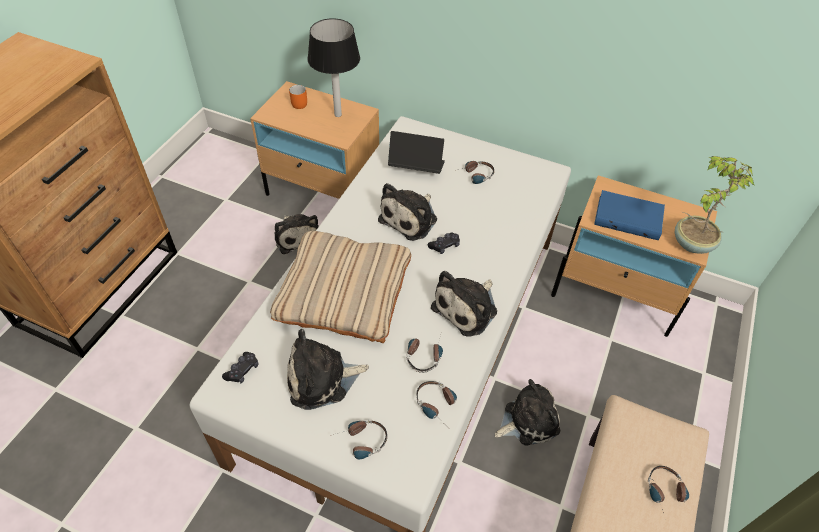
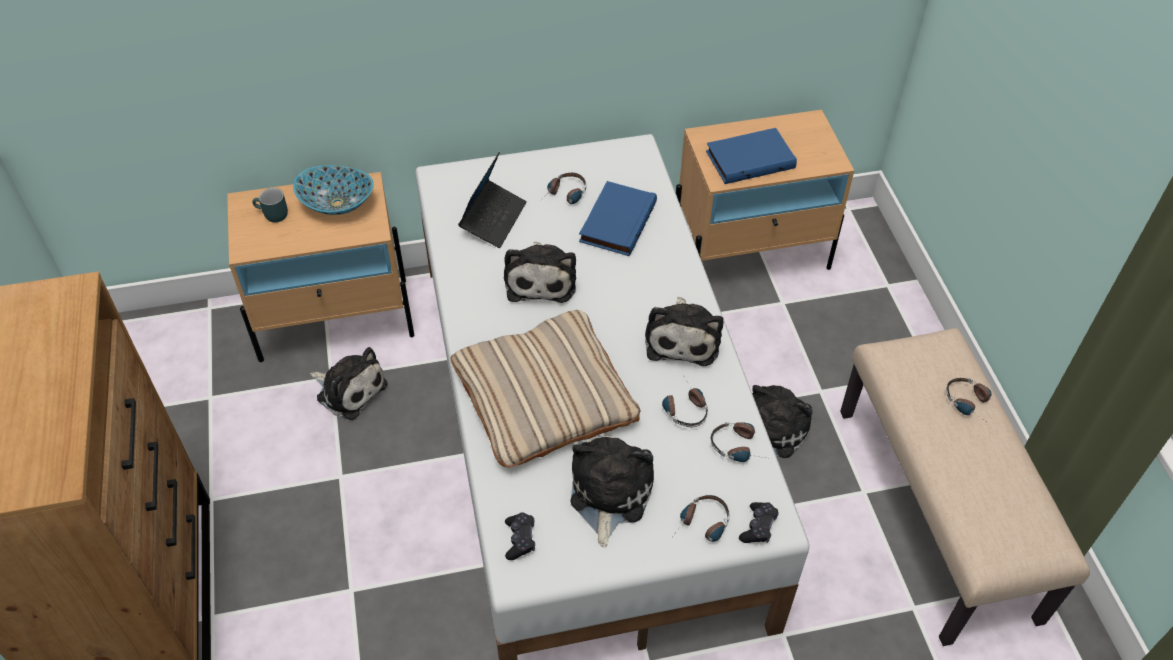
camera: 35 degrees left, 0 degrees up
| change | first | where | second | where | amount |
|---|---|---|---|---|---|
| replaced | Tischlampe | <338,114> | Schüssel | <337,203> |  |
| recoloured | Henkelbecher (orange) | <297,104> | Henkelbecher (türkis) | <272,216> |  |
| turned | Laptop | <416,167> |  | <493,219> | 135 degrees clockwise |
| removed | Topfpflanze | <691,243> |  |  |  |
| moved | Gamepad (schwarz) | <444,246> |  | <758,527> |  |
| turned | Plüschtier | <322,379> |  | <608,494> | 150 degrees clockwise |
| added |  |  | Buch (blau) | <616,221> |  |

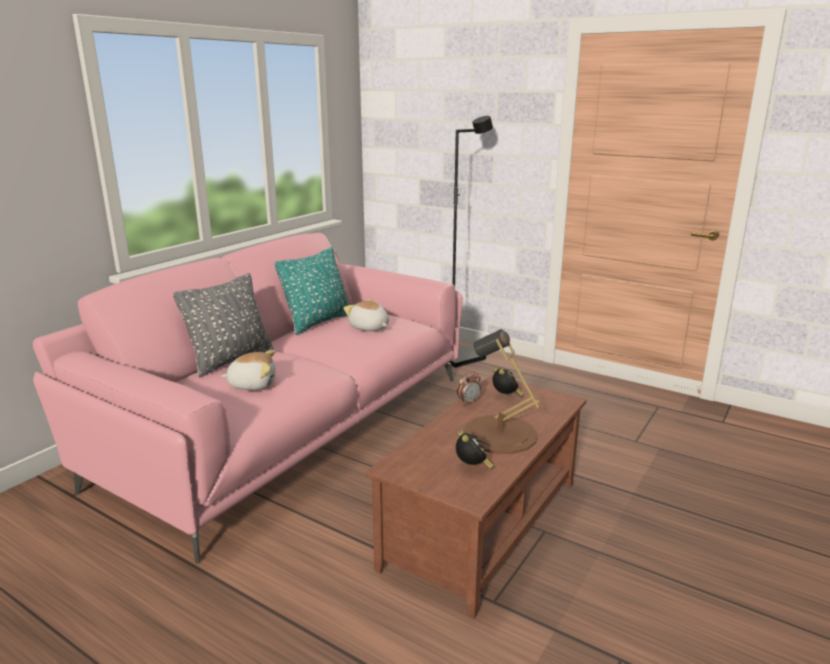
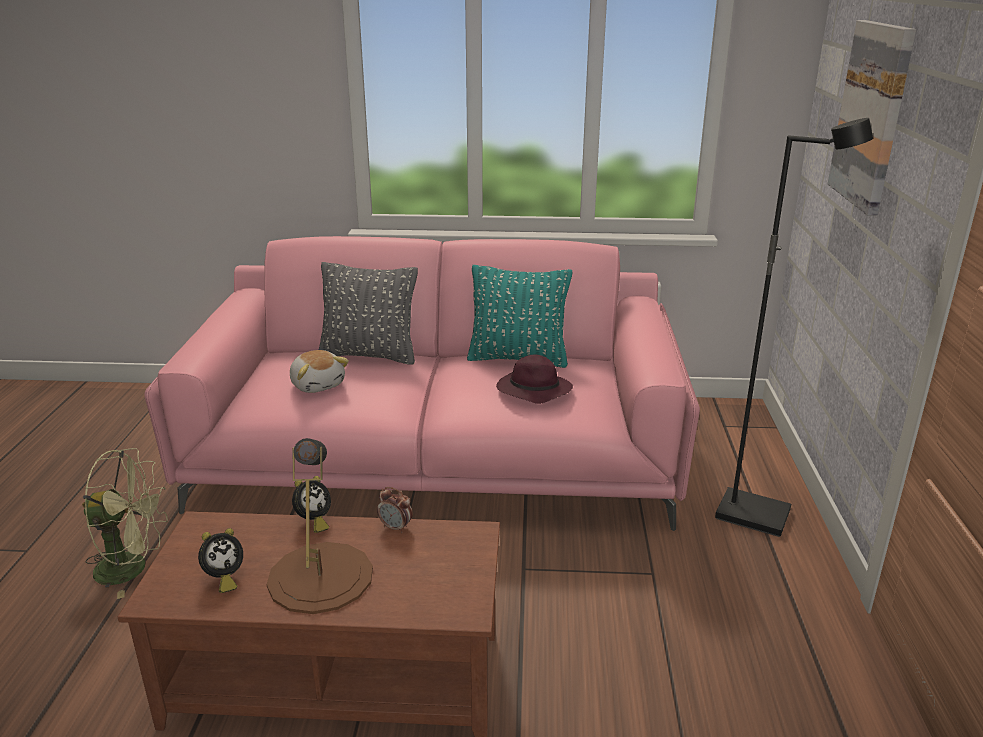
camera: 60 degrees right, 5 degrees up
| change | first | where | second | where | amount |
|---|---|---|---|---|---|
| replaced | Plüschtier | <369,328> | Hut (lila) | <532,391> |  |
| moved | Wecker | <506,397> |  | <313,522> |  |
| added |  |  | Bild | <872,115> |  |
| added |  |  | Ventilator (grün) | <133,568> |  |

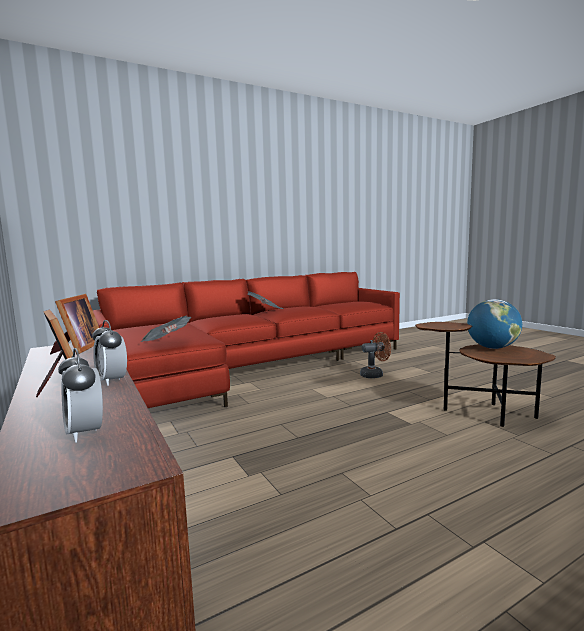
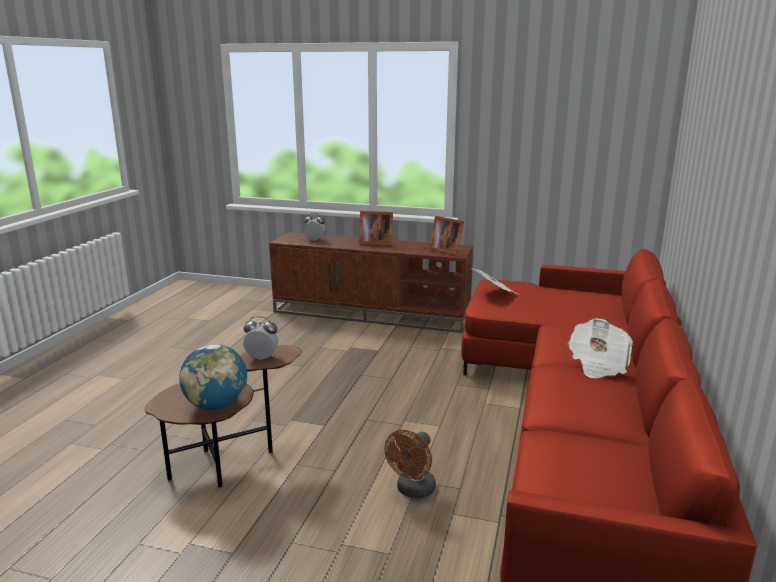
camera: 135 degrees right, 10 degrees up
| change | first | where | second | where | amount |
|---|---|---|---|---|---|
| moved | Wecker | <112,381> |  | <262,358> |  |

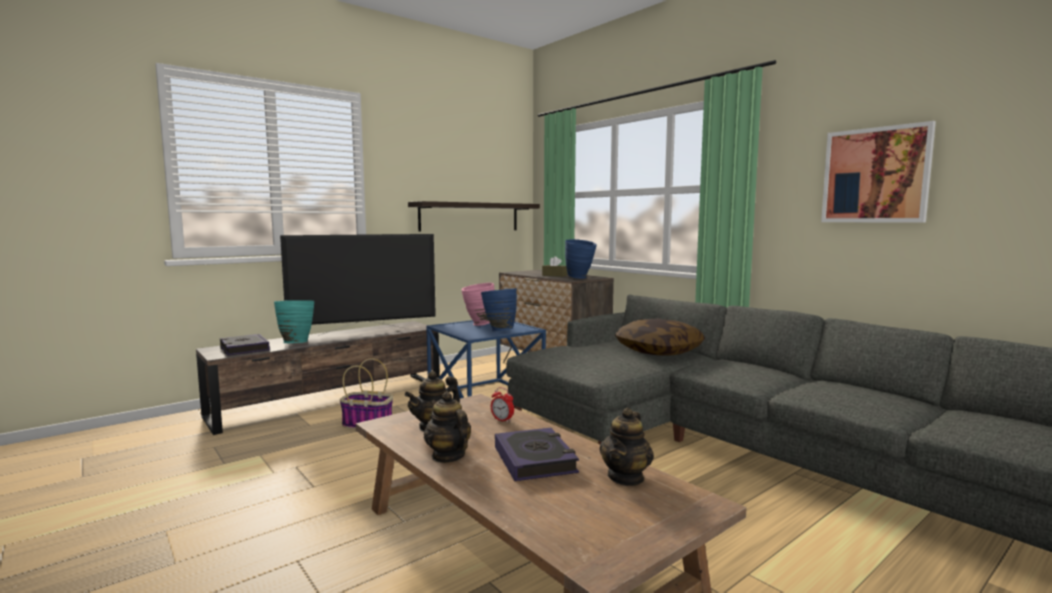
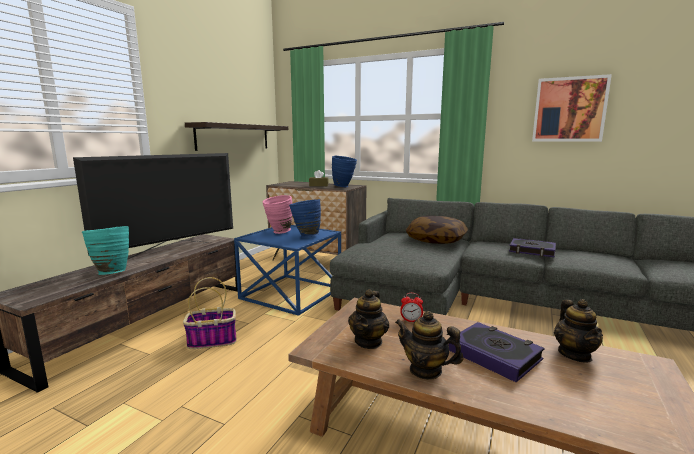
camera: 25 degrees left, 5 degrees up
| change | first | where | second | where | amount |
|---|---|---|---|---|---|
| moved | Buch | <244,349> |  | <532,251> |  |

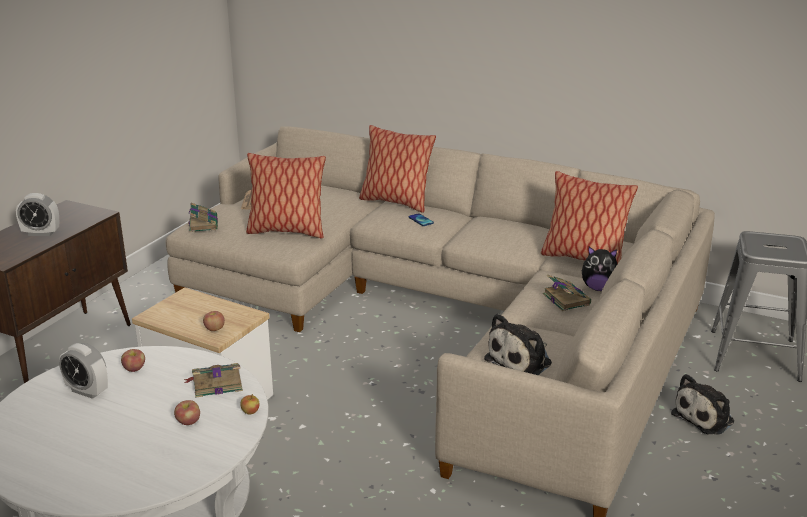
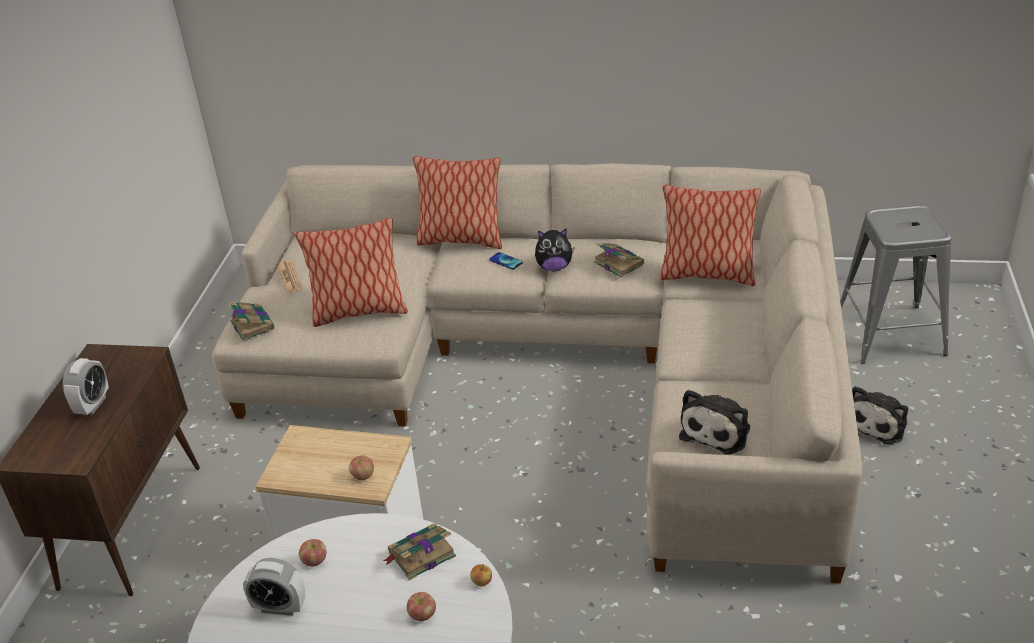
camera: 15 degrees left, 10 degrees up
| change | first | where | second | where | amount |
|---|---|---|---|---|---|
| turned | Wecker | <41,233> |  | <93,405> | 60 degrees counterclockwise |
| moved | Plüschtier | <599,288> |  | <554,267> |  |
| moved | Buch | <565,299> |  | <618,263> |  |

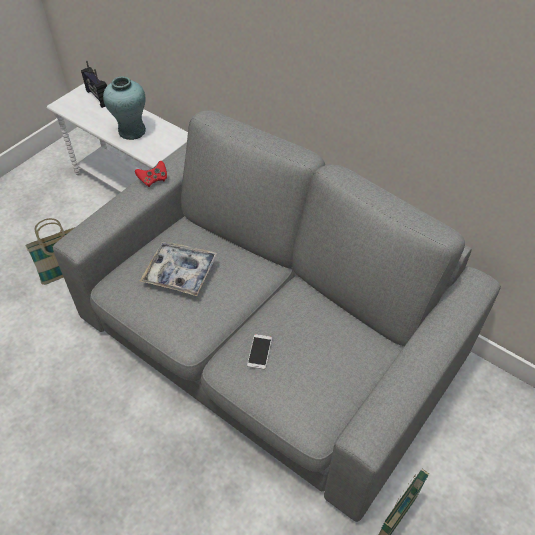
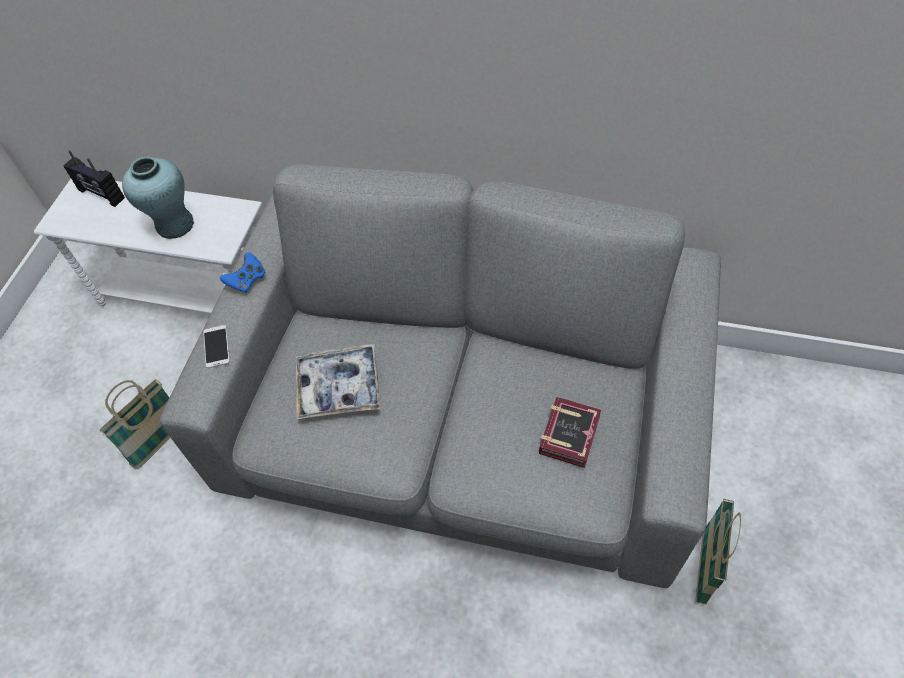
camera: 20 degrees left, 5 degrees up
| change | first | where | second | where | amount |
|---|---|---|---|---|---|
| recoloured | Gamepad (rot) | <153,179> | Gamepad (blau) | <247,281> |  |
| moved | Handy | <259,351> |  | <216,346> |  |
| added |  |  | Buch | <572,433> |  |

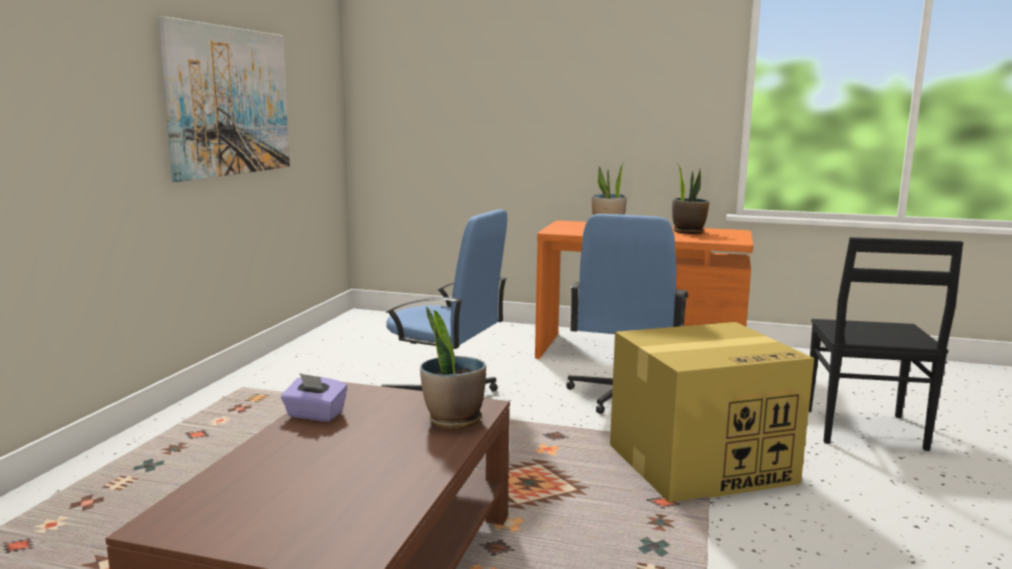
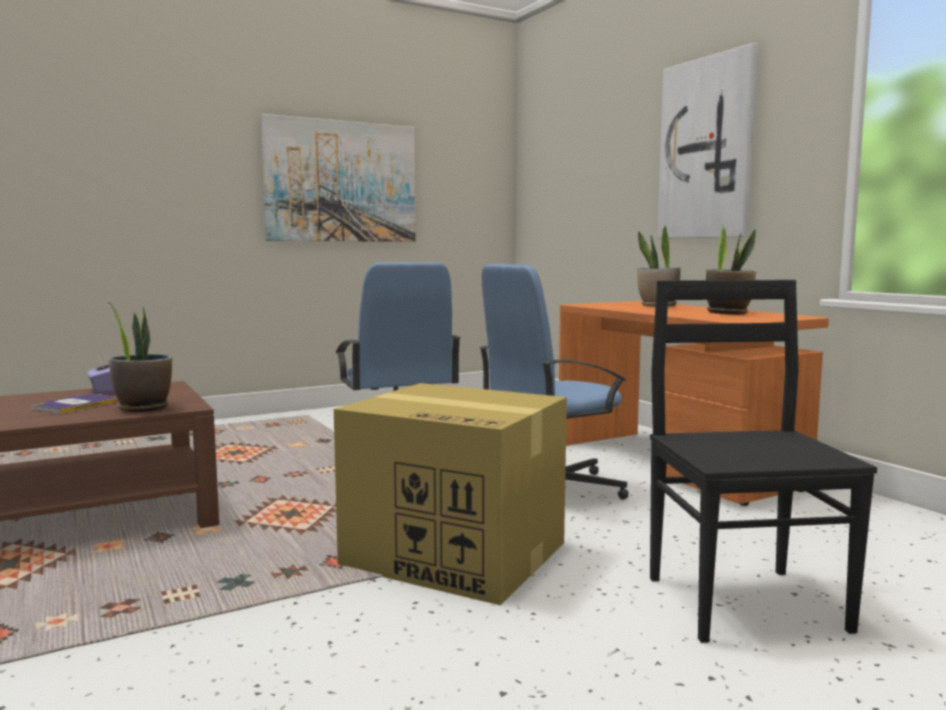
camera: 45 degrees right, 5 degrees down
| change | first | where | second | where | amount |
|---|---|---|---|---|---|
| turned | Stuhl (schwarz) | <864,431> |  | <743,601> | 120 degrees clockwise |
| added |  |  | Bild | <707,149> |  |
| added |  |  | Buch | <75,405> |  |

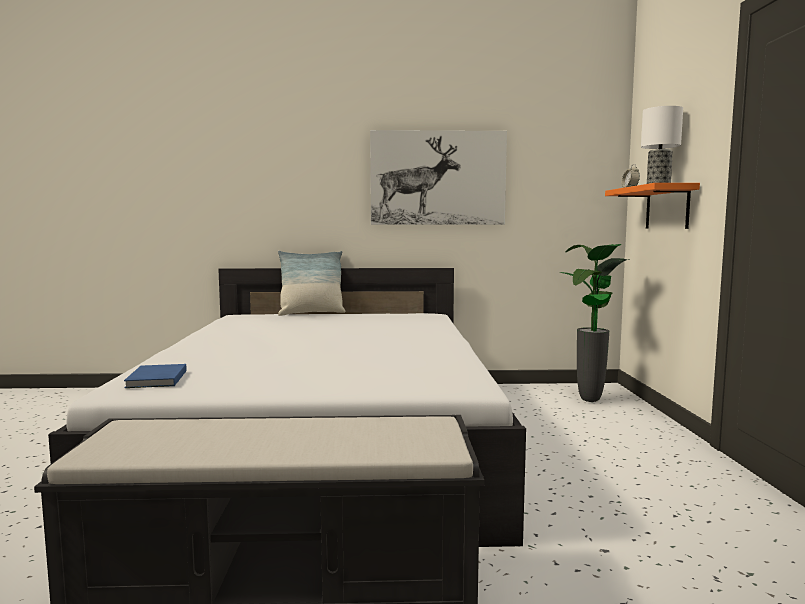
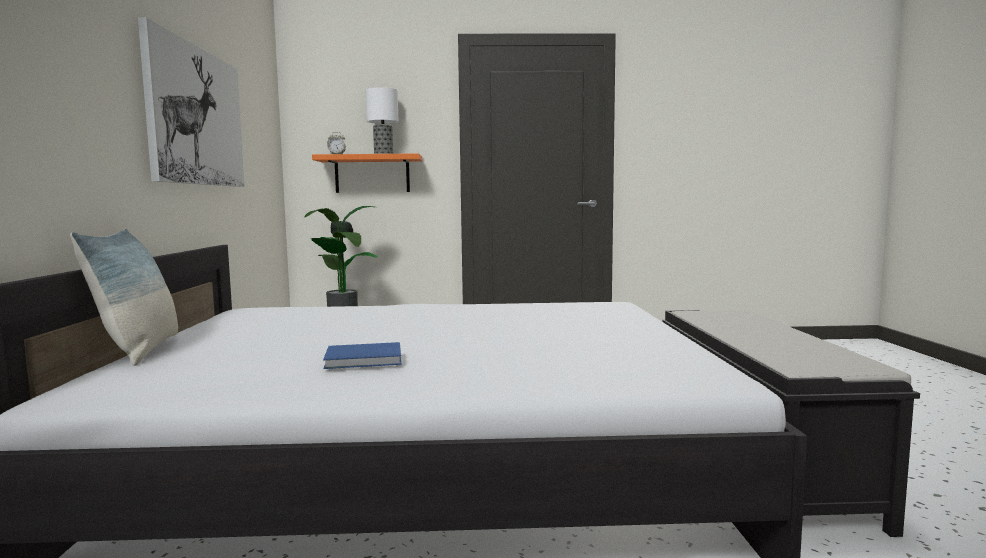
camera: 90 degrees left, 0 degrees up
| change | first | where | second | where | amount |
|---|---|---|---|---|---|
| moved | Buch (blau) | <155,379> |  | <366,359> |  |

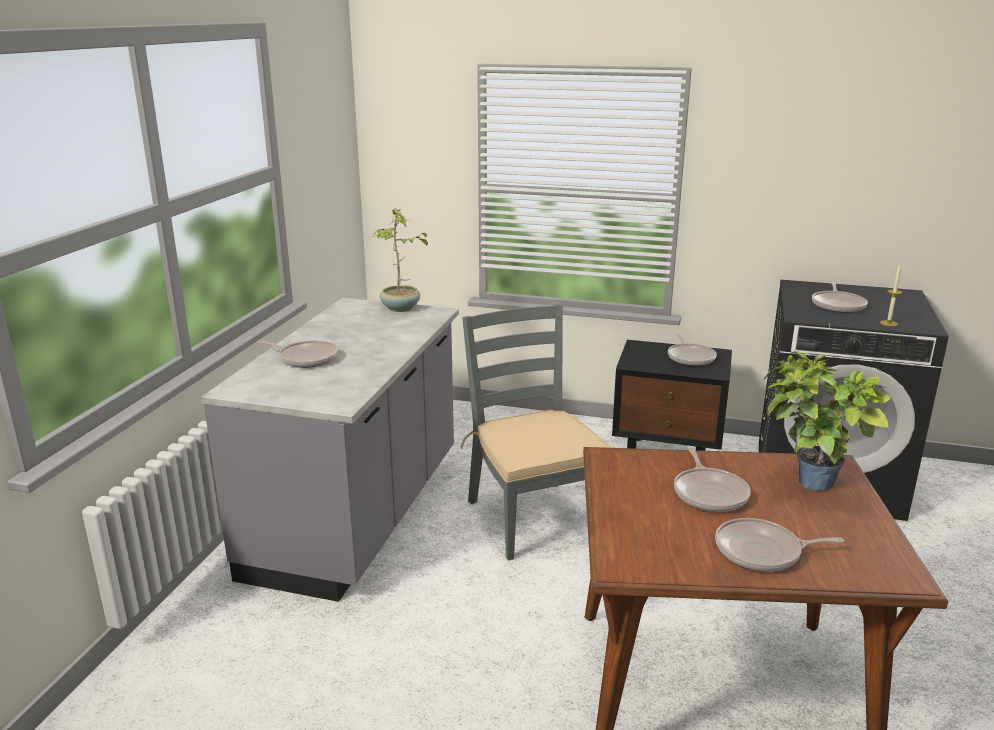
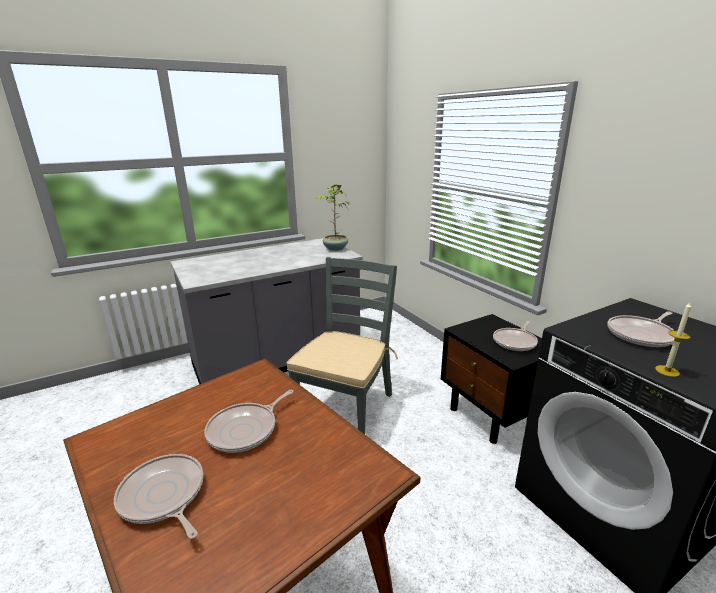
camera: 45 degrees right, 0 degrees up
| change | first | where | second | where | amount |
|---|---|---|---|---|---|
| removed | Pfanne | <306,358> |  |  |  |
| removed | Topfpflanze | <807,485> |  |  |  |

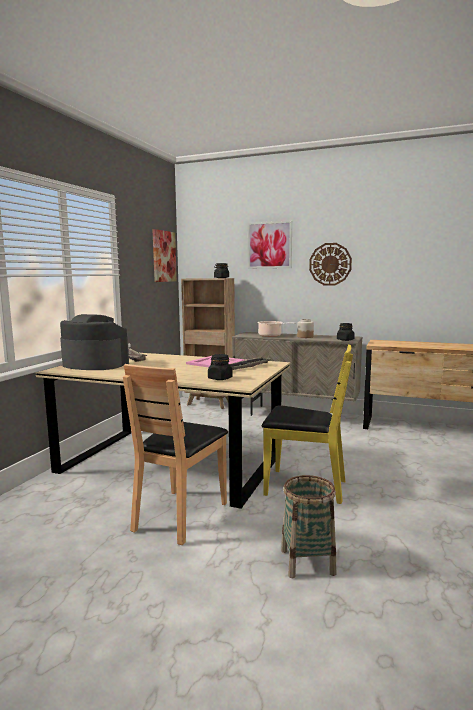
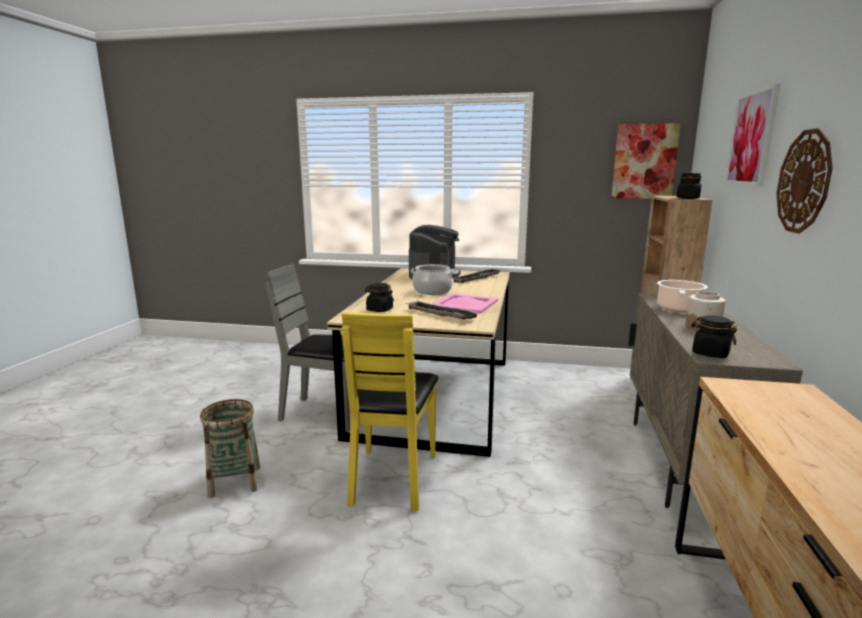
camera: 80 degrees right, 5 degrees up
| change | first | where | second | where | amount |
|---|---|---|---|---|---|
| recoloured | Stuhl (braun) | <180,515> | Stuhl (grau) | <326,413> |  |
| added |  |  | Kochtopf | <432,291> |  |

